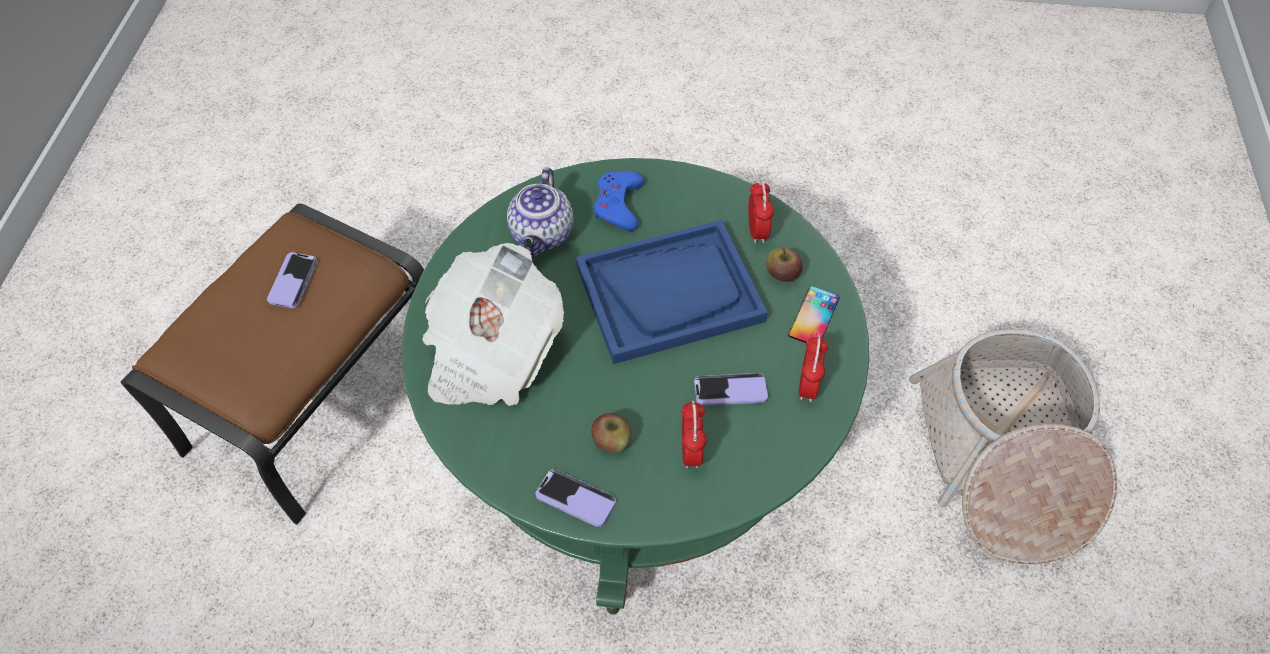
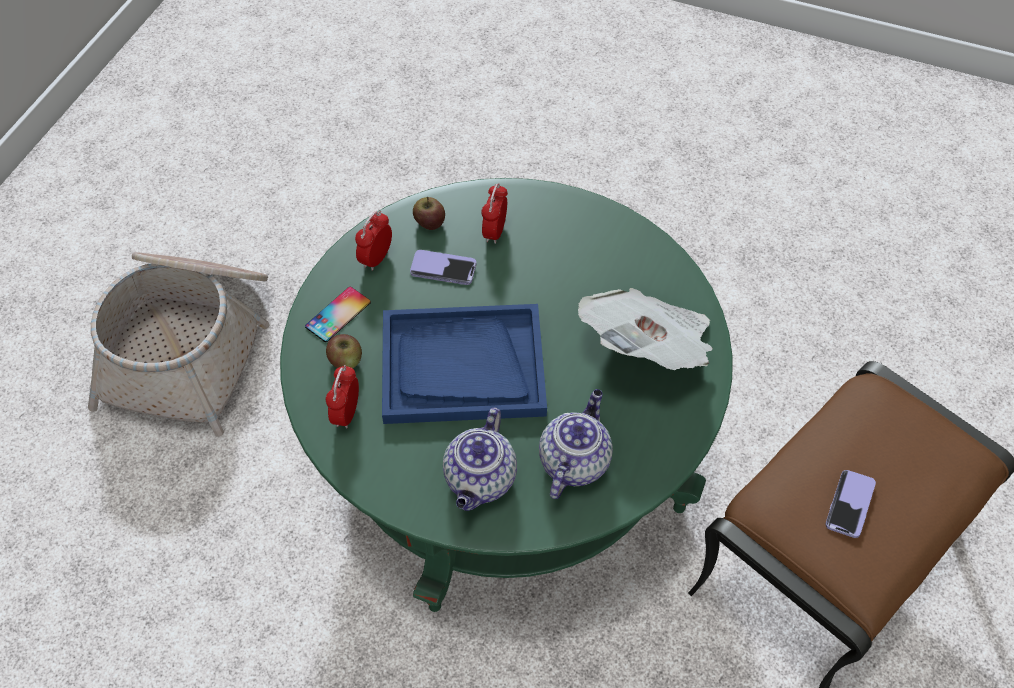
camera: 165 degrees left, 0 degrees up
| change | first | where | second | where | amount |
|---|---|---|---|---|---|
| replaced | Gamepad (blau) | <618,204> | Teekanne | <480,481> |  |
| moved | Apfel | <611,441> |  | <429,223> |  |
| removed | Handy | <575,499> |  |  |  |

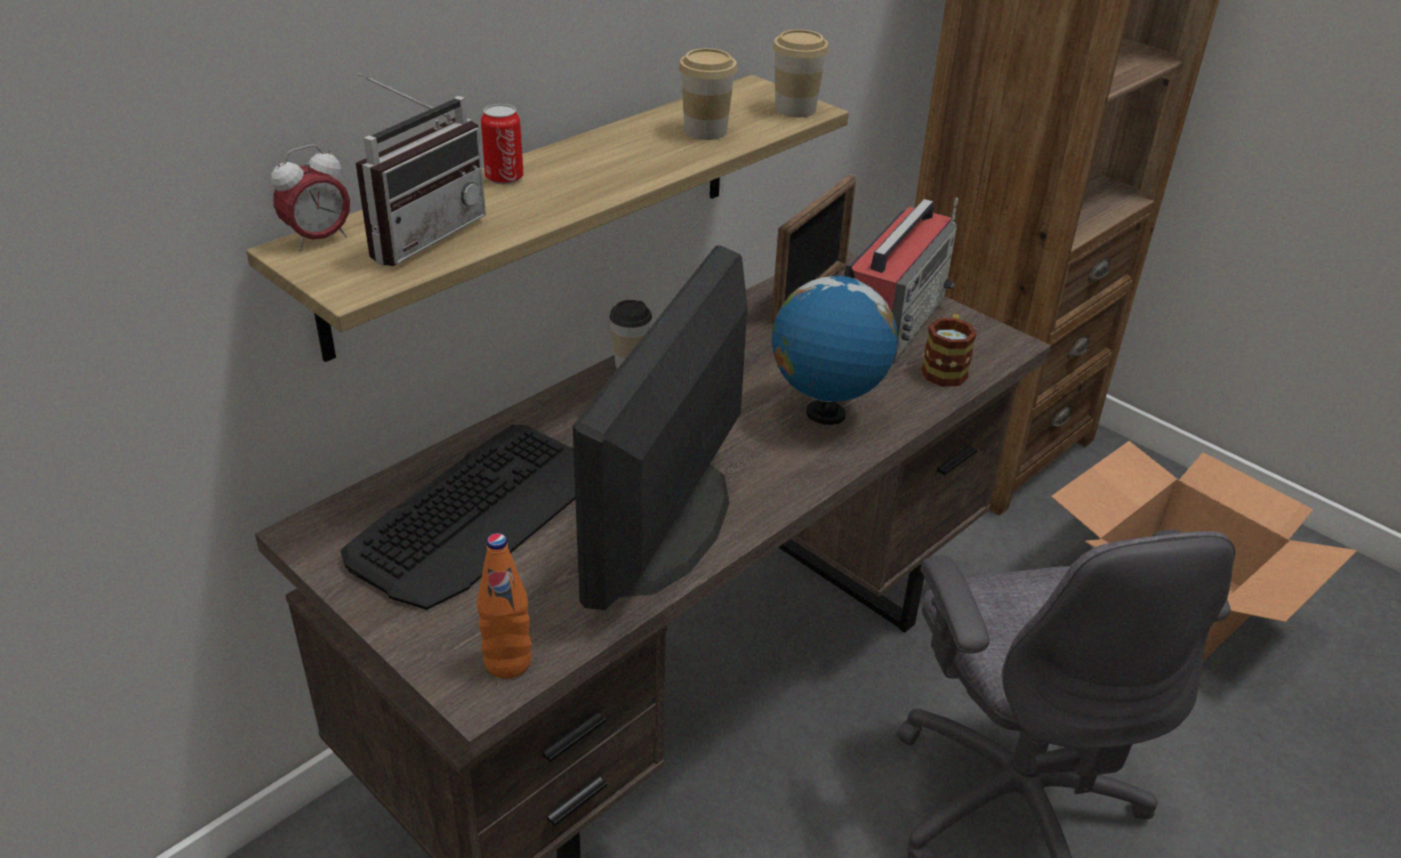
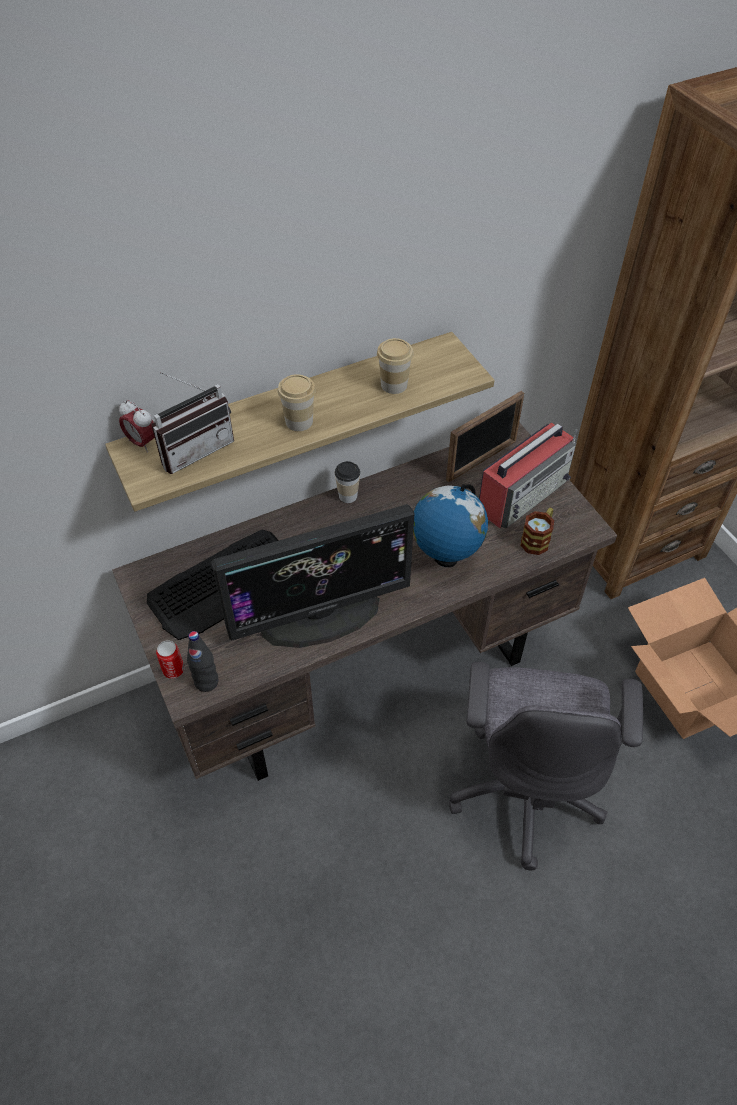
camera: 20 degrees right, 15 degrees up
| change | first | where | second | where | amount |
|---|---|---|---|---|---|
| moved | Tasse | <795,109> |  | <299,421> |  |
| moved | Dose | <504,178> |  | <173,670> |  |
| turned | Wecker | <318,239> |  | <142,443> | 60 degrees clockwise |
| turned | Monitor | <666,524> |  | <320,615> | 150 degrees counterclockwise |
| recoloured | Flasche (orange) | <508,662> | Flasche (schwarz) | <206,682> |  |

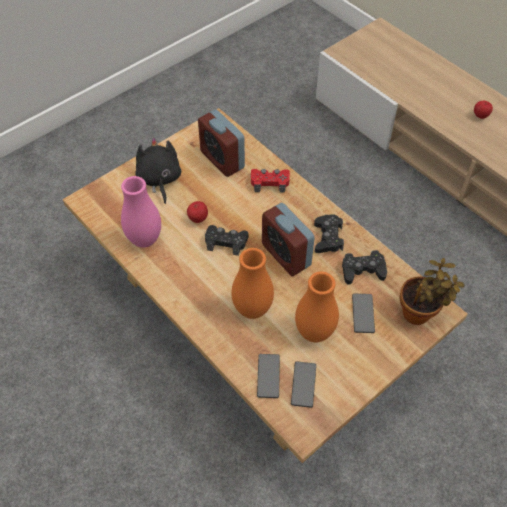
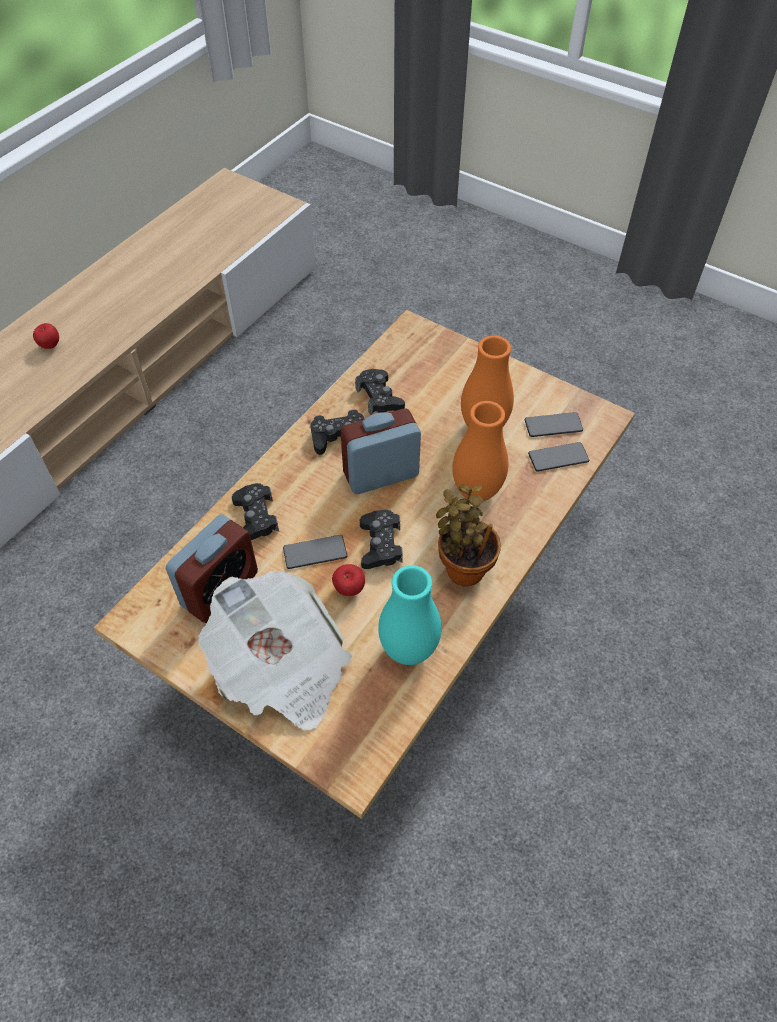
camera: 105 degrees left, 0 degrees up
| change | first | where | second | where | amount |
|---|---|---|---|---|---|
| replaced | Plüschtier (schwarz) | <159,180> | Zeitung | <282,668> |  |
| recoloured | Gamepad (rot) | <270,182> | Gamepad (schwarz) | <255,517> |  |
| recoloured | Vase (rosa) | <144,240> | Vase (türkis) | <408,649> |  |
| turned | Wecker | <286,255> |  | <381,474> | 150 degrees counterclockwise |
| moved | Topfpflanze | <419,313> |  | <463,567> |  |
| moved | Handy | <363,313> |  | <315,552> |  |

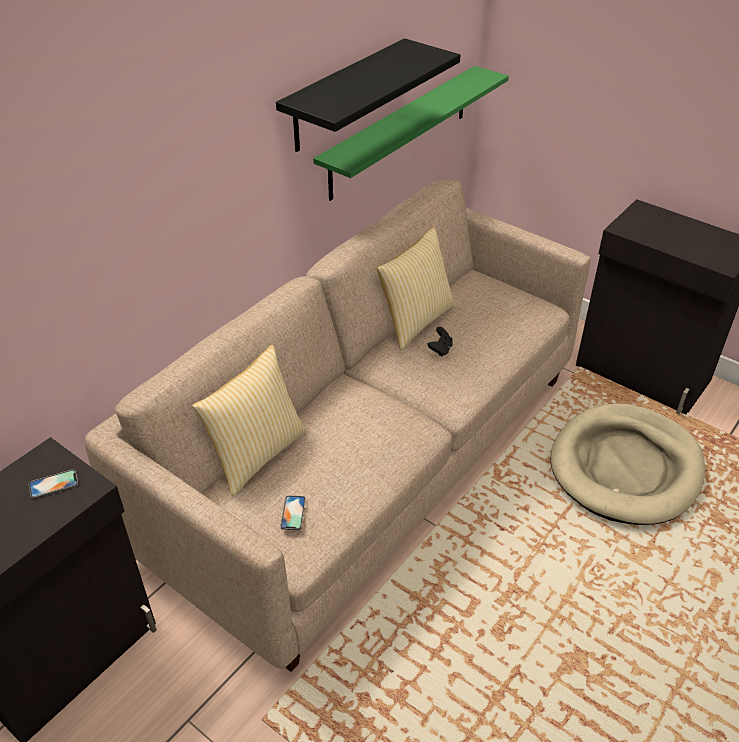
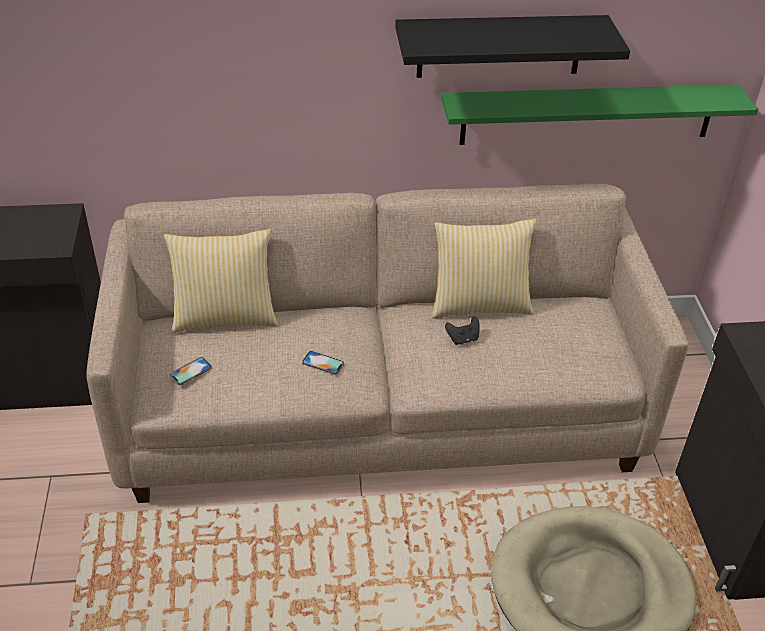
camera: 45 degrees right, 0 degrees up
| change | first | where | second | where | amount |
|---|---|---|---|---|---|
| moved | Handy | <53,484> |  | <323,363> |  |

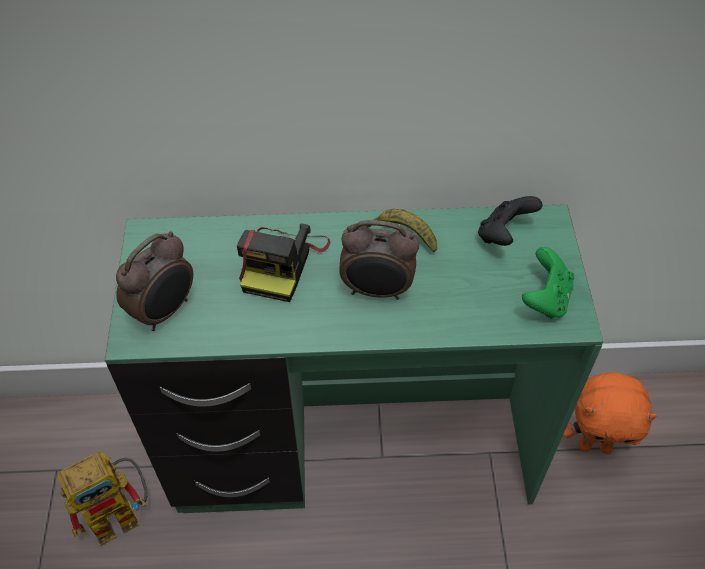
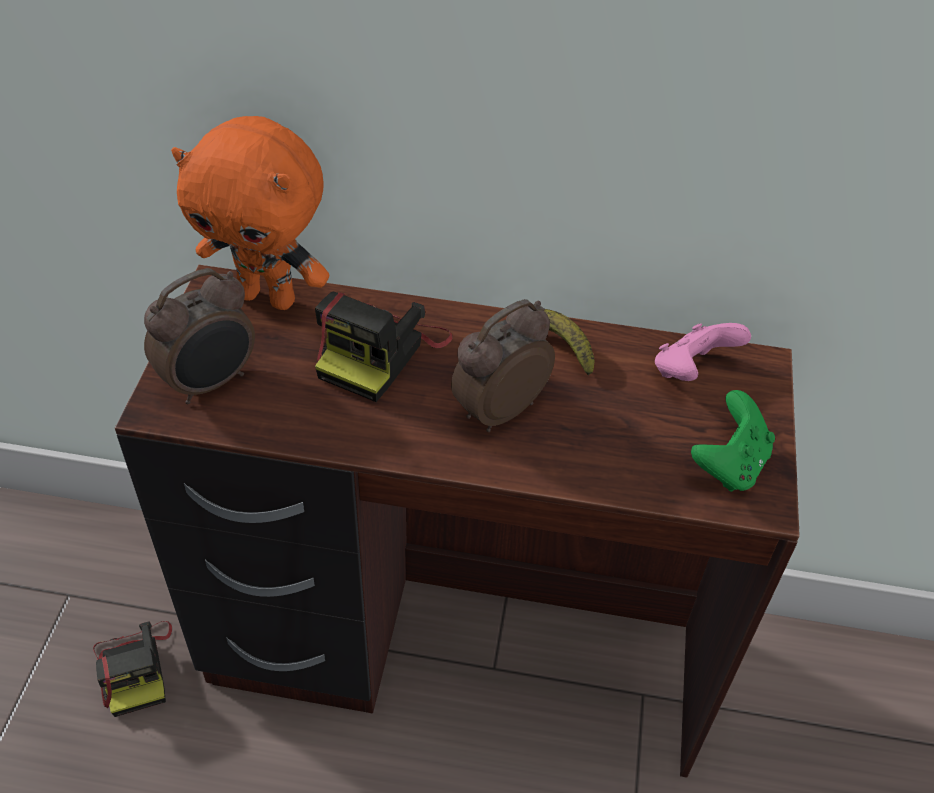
camera: 10 degrees right, 5 degrees down
| change | first | where | second | where | amount |
|---|---|---|---|---|---|
| recoloured | Gamepad (schwarz) | <504,235> | Gamepad (rosa) | <691,371> |  |
| recoloured | Schreibtisch (grün) | <354,454> | Schreibtisch (braun) | <456,656> |  |
| turned | Wecker | <377,290> |  | <497,410> | 120 degrees clockwise |
| moved | Plüschtier (orange) | <594,445> |  | <268,297> |  |
| replaced | Spielzeugroboter | <122,513> | Kamera | <136,667> |  |

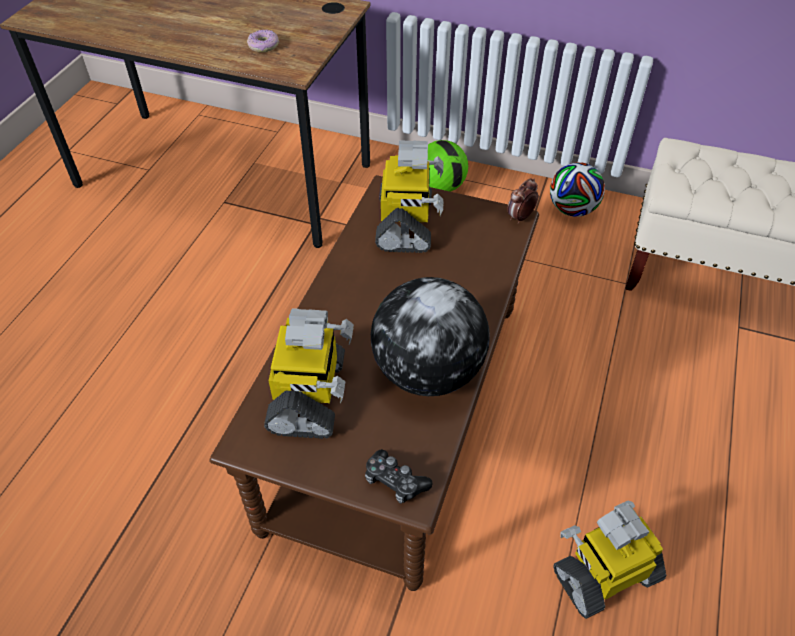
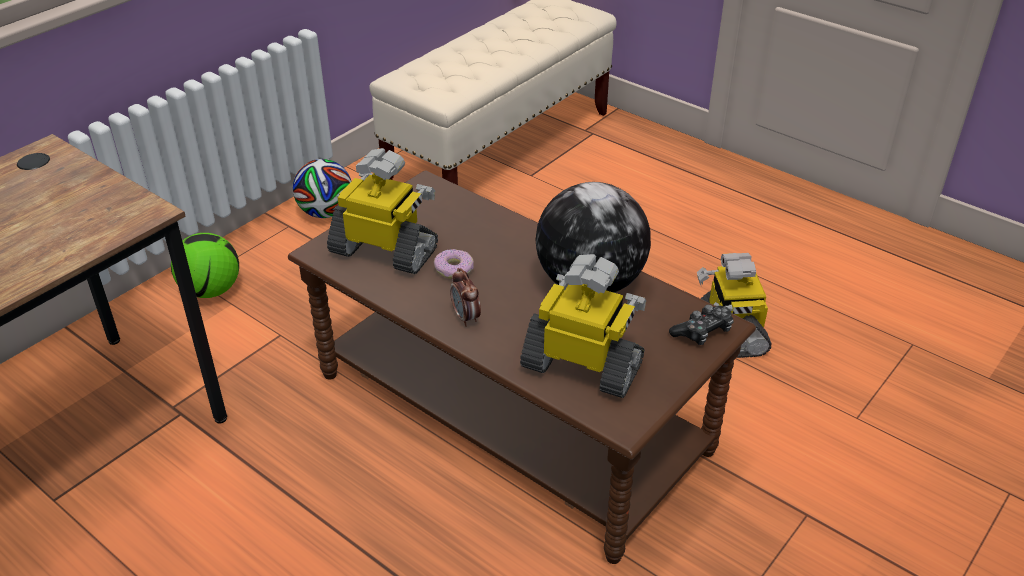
camera: 70 degrees left, 10 degrees down
| change | first | where | second | where | amount |
|---|---|---|---|---|---|
| moved | Donut | <263,46> |  | <454,269> |  |
| moved | Wecker | <520,217> |  | <466,317> |  |

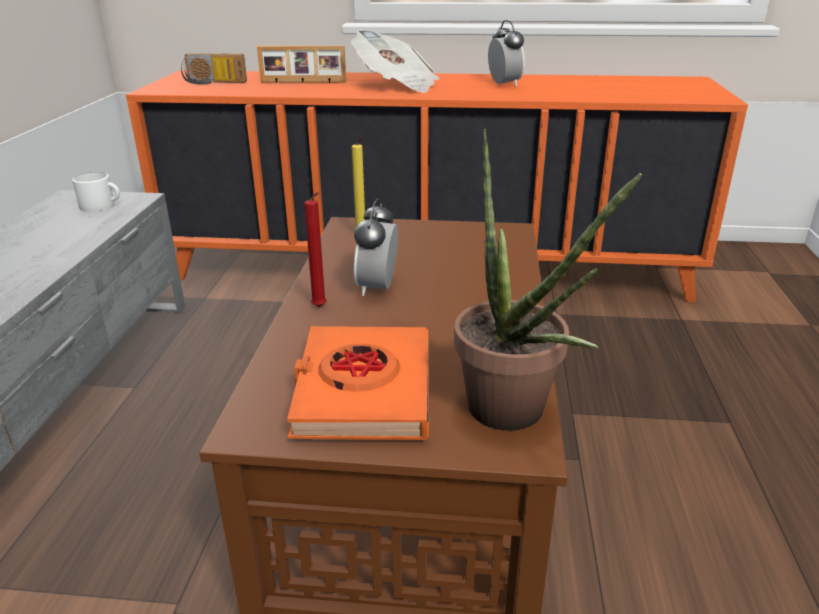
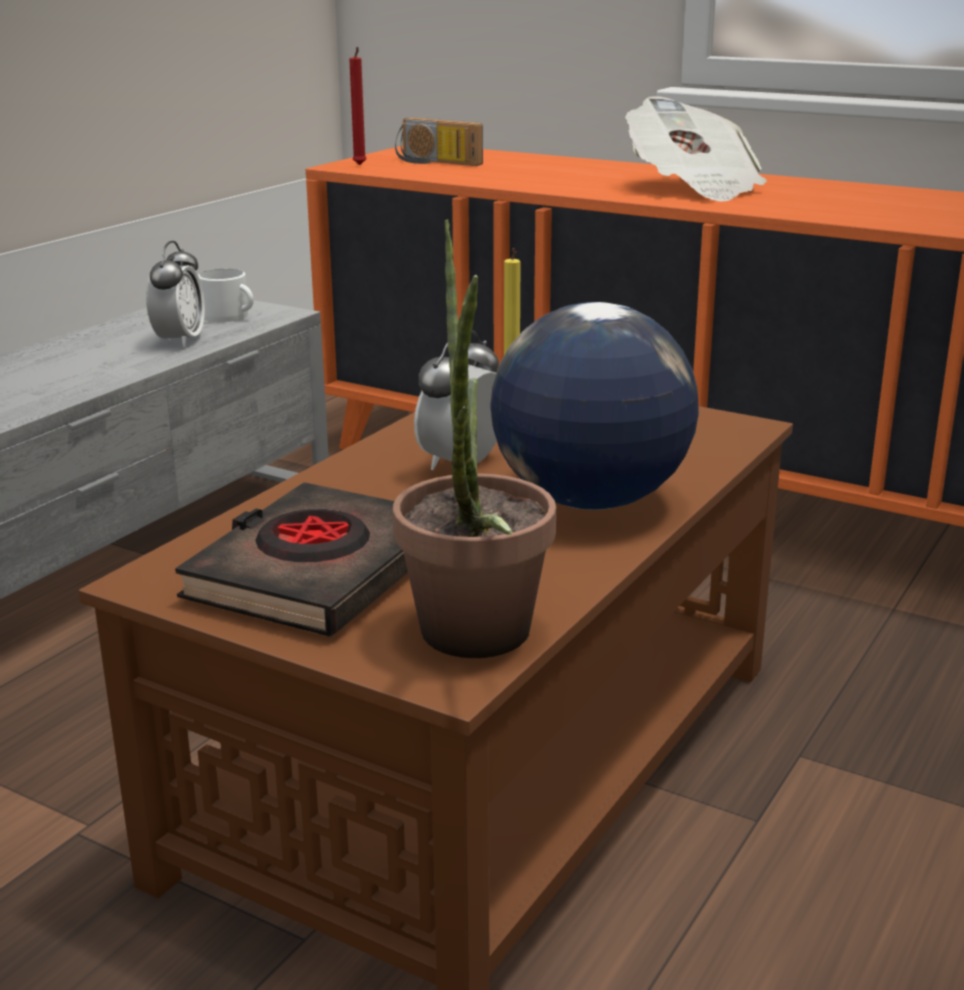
camera: 25 degrees right, 5 degrees down
| change | first | where | second | where | amount |
|---|---|---|---|---|---|
| moved | Wecker | <504,84> |  | <179,340> |  |
| removed | Bilderrahmen | <303,82> |  |  |  |
| moved | Kerze (rot) | <320,308> |  | <360,165> |  |
| recoloured | Buch (orange) | <363,391> | Buch (schwarz) | <317,572> |  |
| added |  |  | Globus | <590,500> |  |

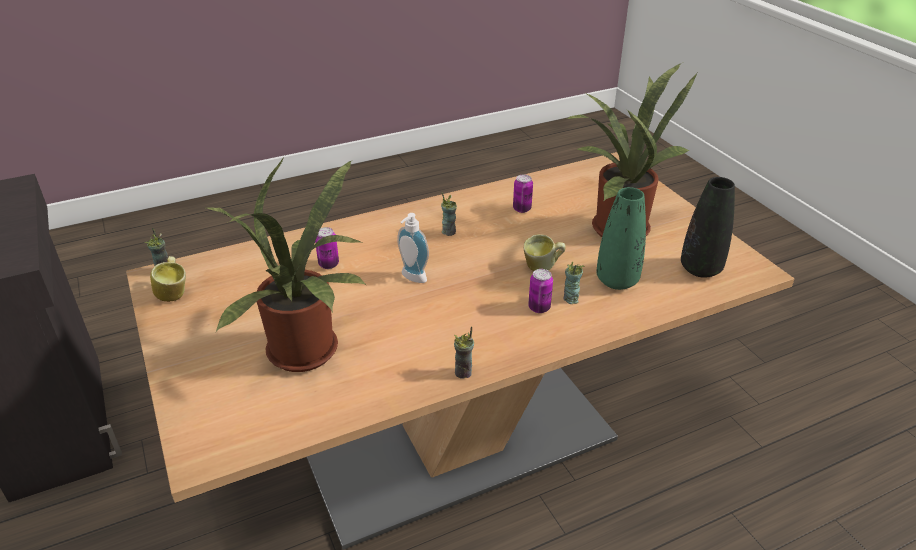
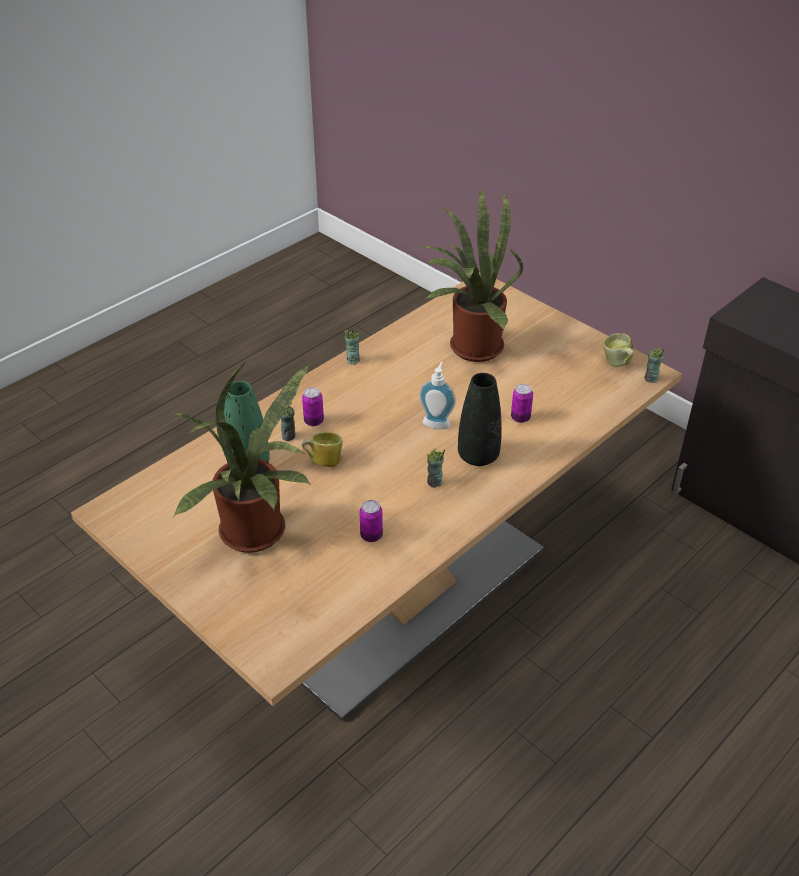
camera: 160 degrees right, 5 degrees up
| change | first | where | second | where | amount |
|---|---|---|---|---|---|
| moved | Vase (schwarz) | <700,269> |  | <478,456> |  |

